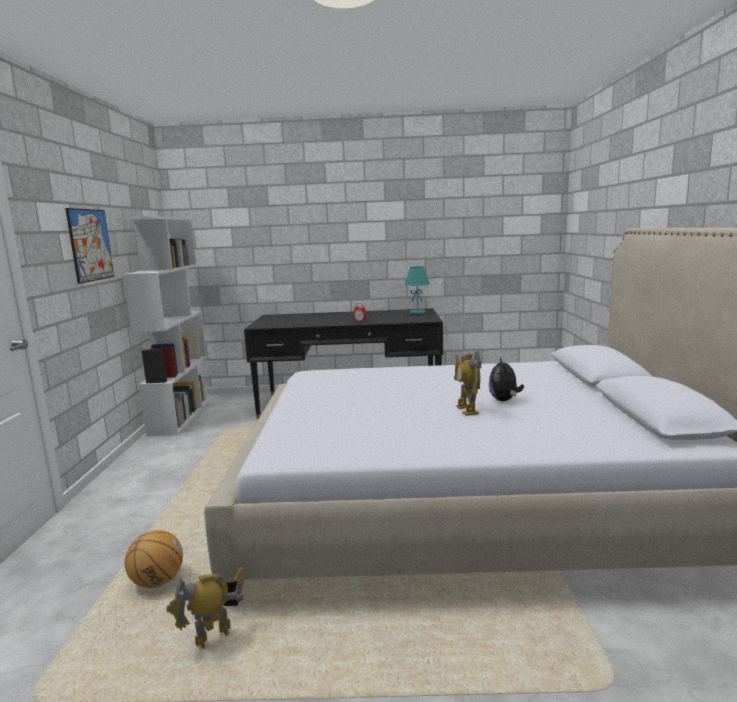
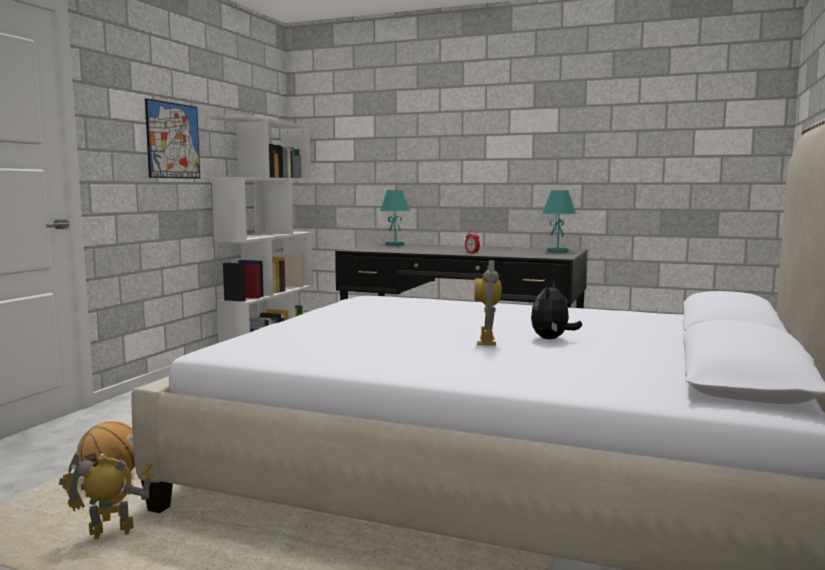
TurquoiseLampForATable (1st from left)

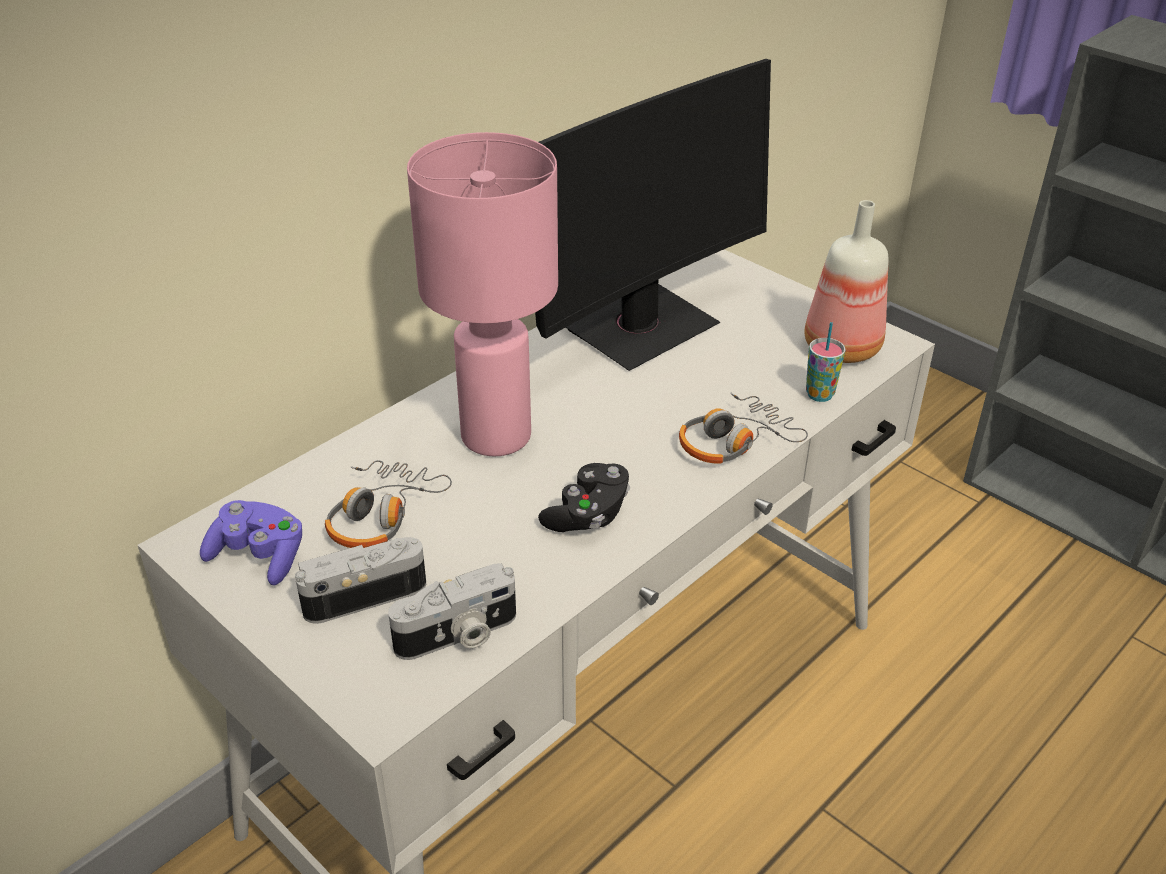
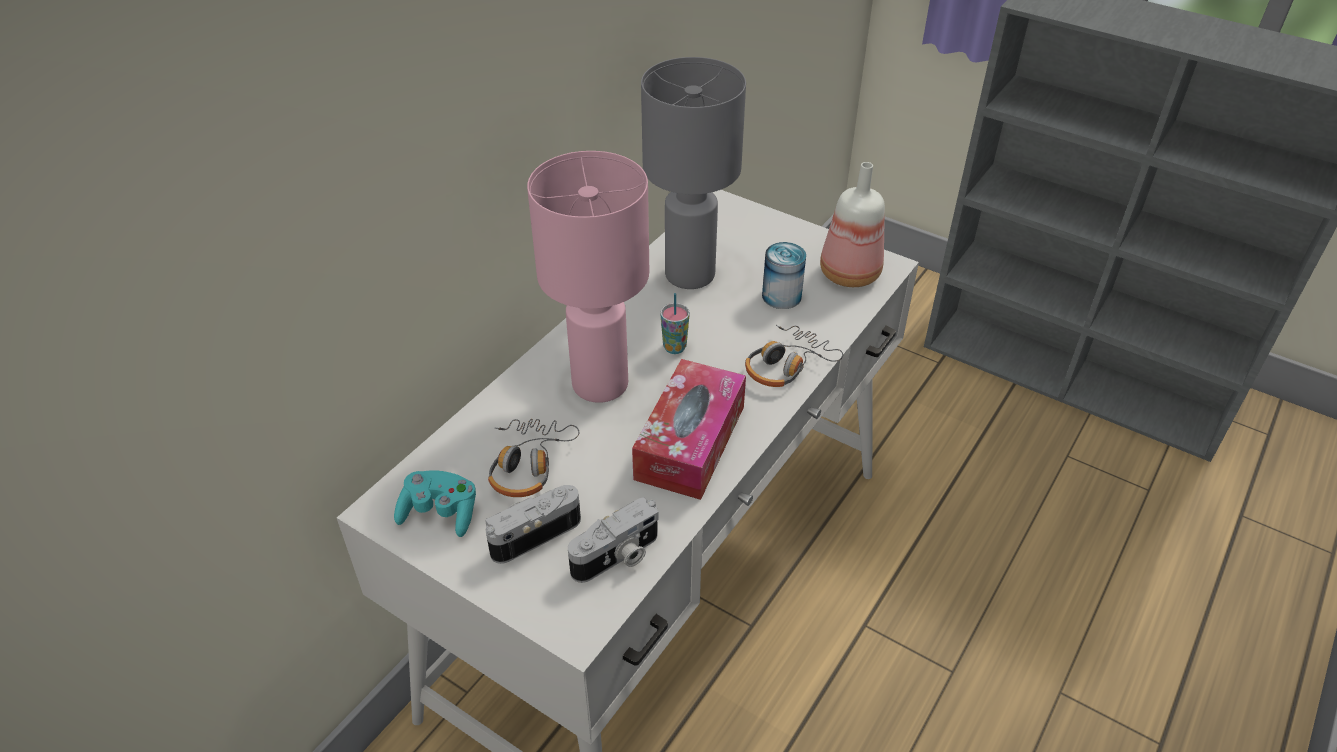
GreyishLampForATable
SmallCup
TissueBox
TurquoiseGameController
Can

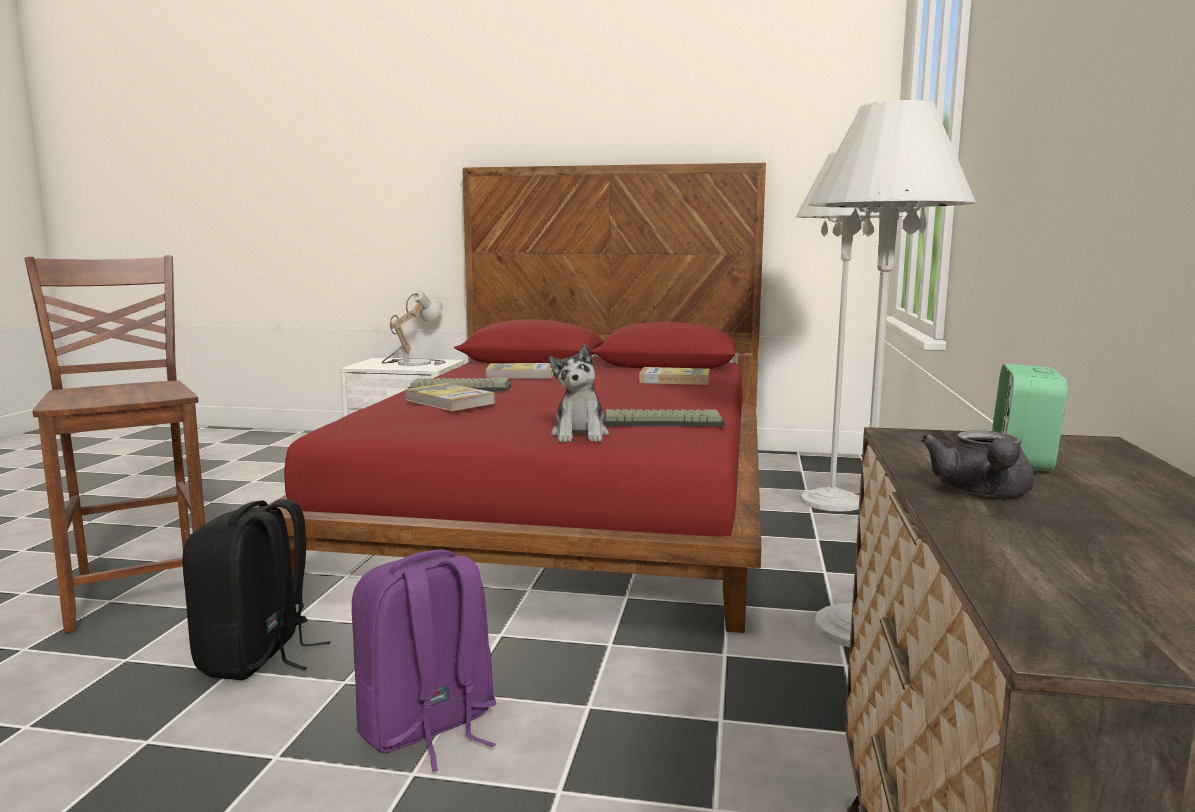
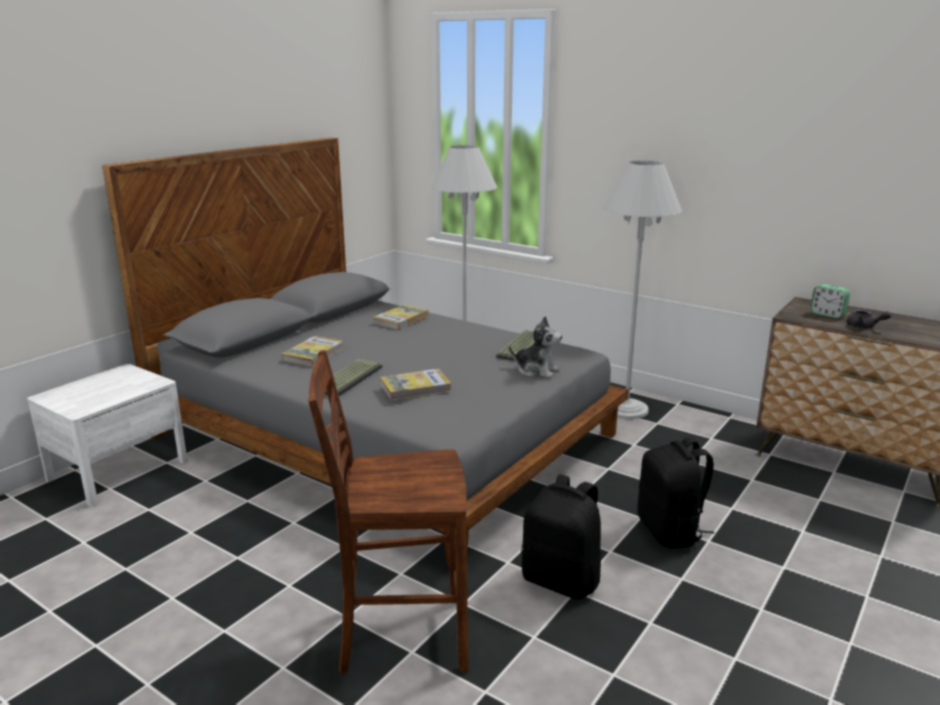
GreyishBedroomBed
LampForATable
BlackishKnapsack (2nd from left)

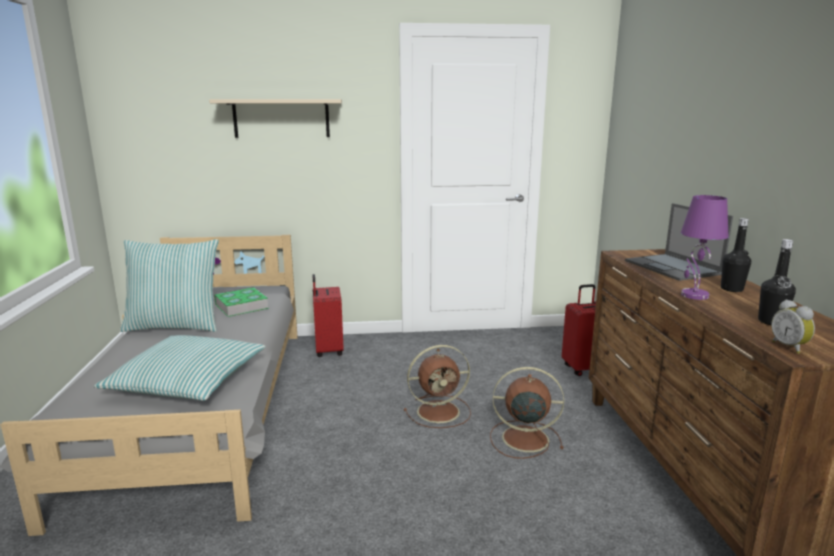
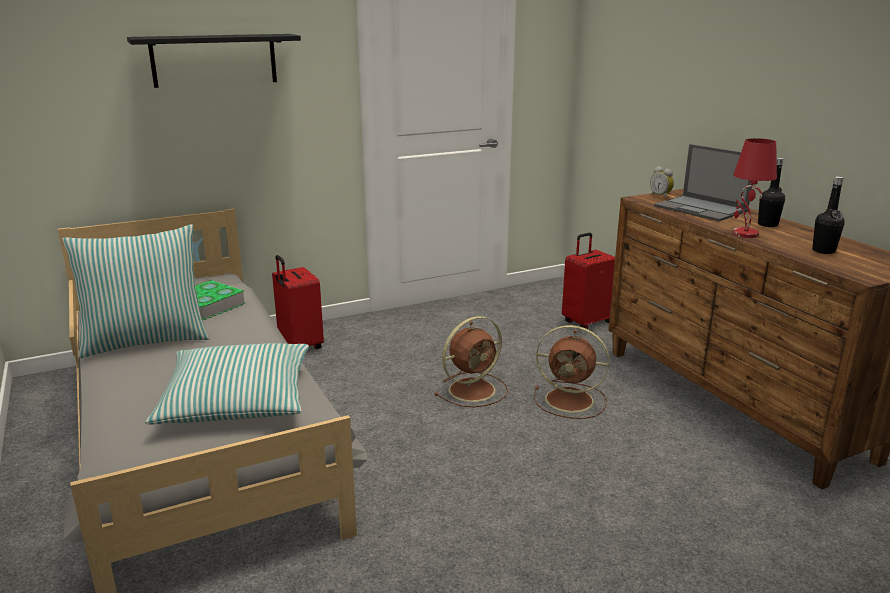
BlackishShelf
ReddishLampForATable
BedsideClock
BrownishFan (2nd from left)

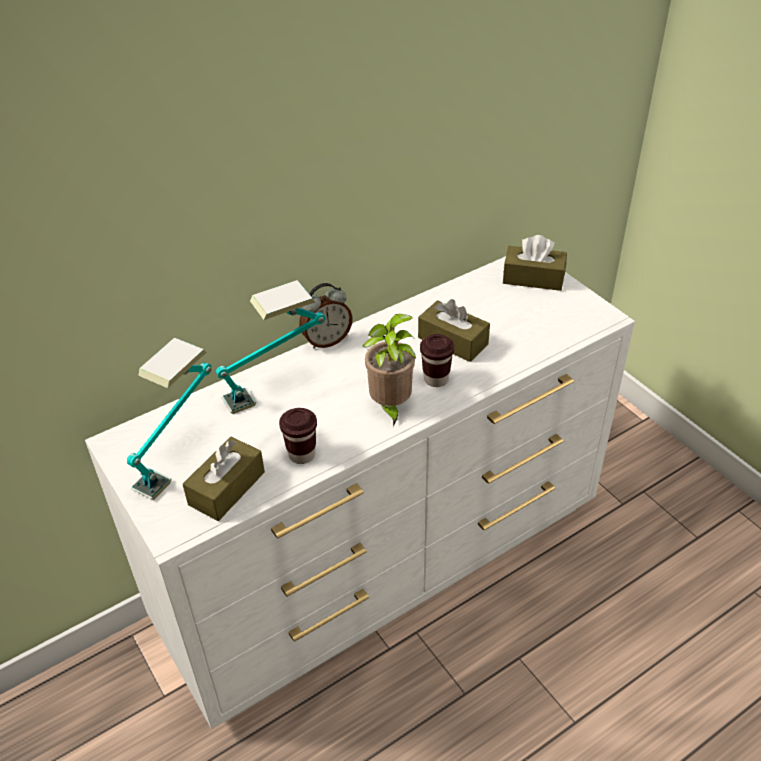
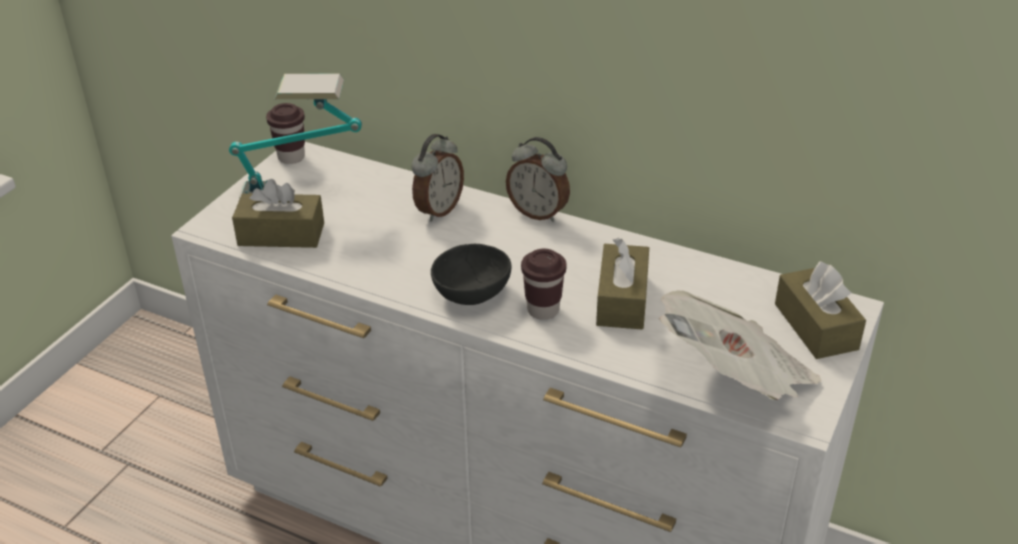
BedsideClock (1st from left)
BlackishDeepDish
BrownishSmallCup (1st from left)
PrintedPaper

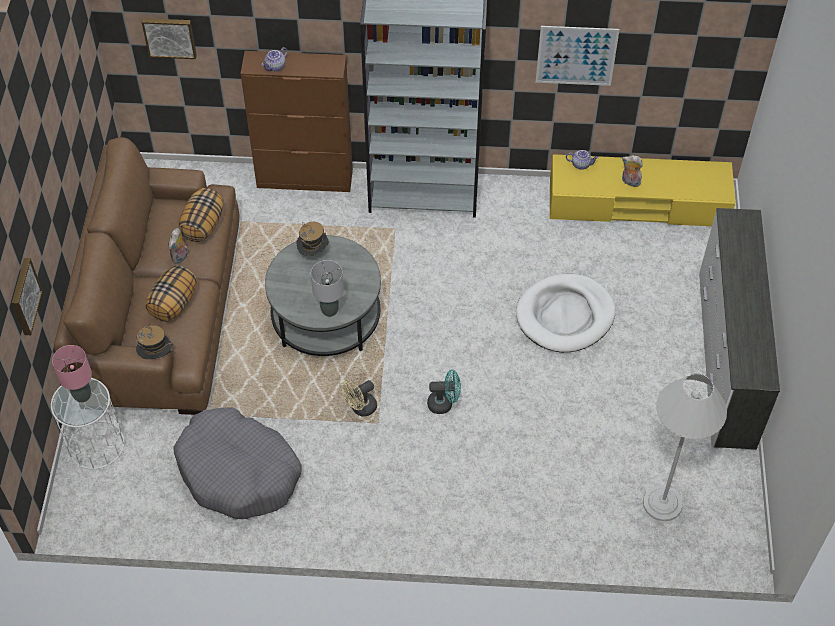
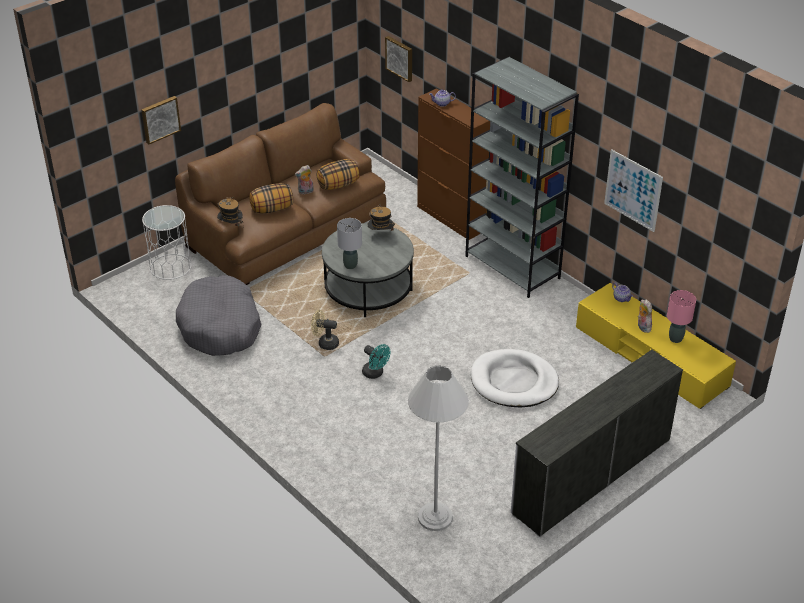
PinkLampForATable

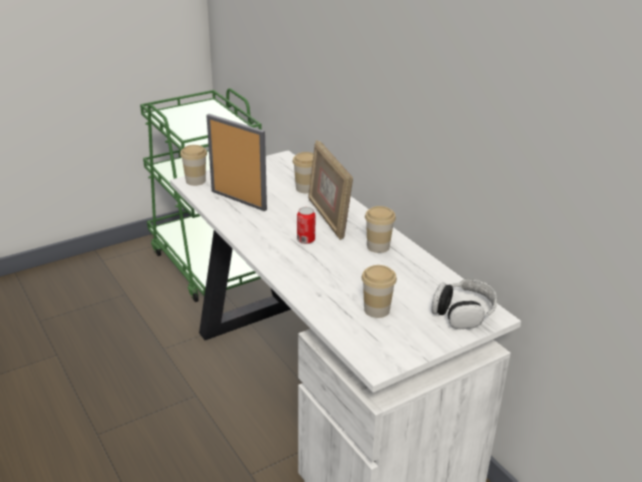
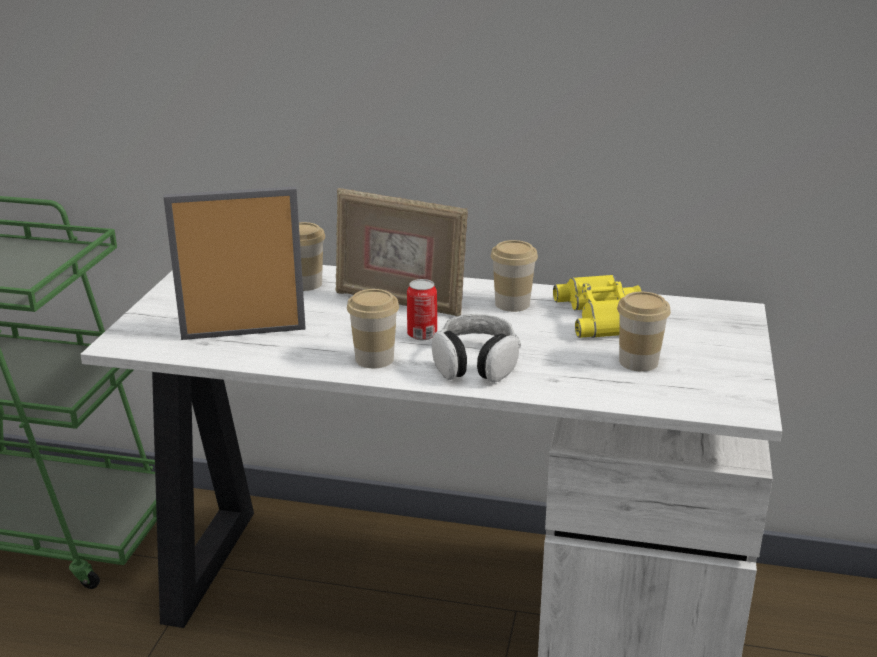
SmallCup (2nd from left)
PairOfHeadphones
YellowColouredFieldGlasses

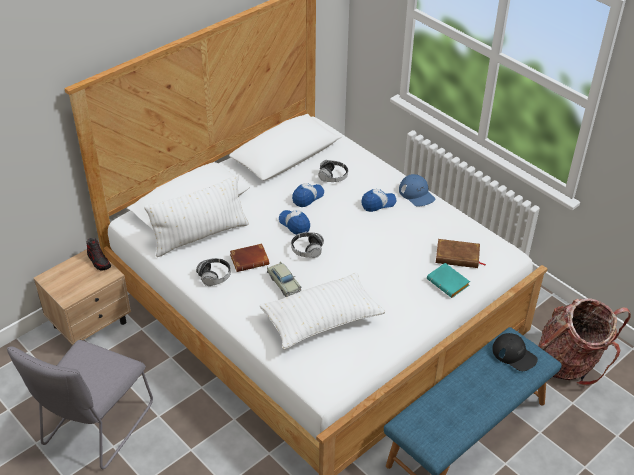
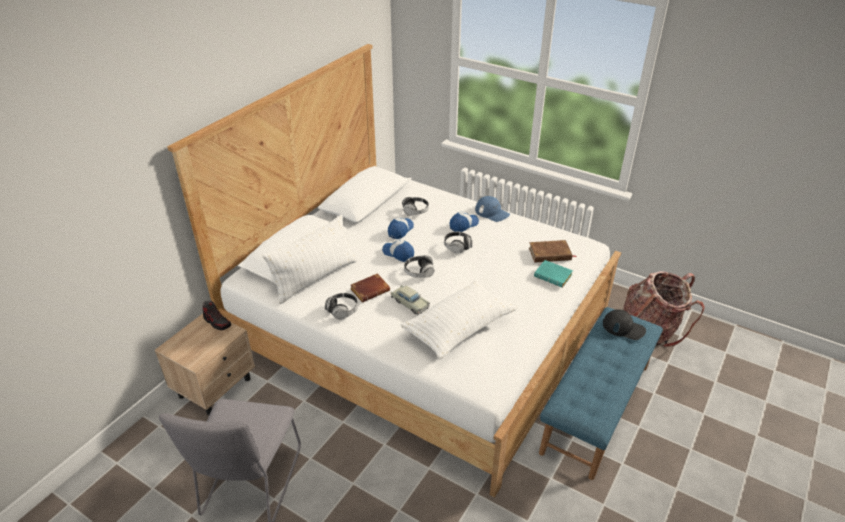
PairOfHeadphones (4th from left)

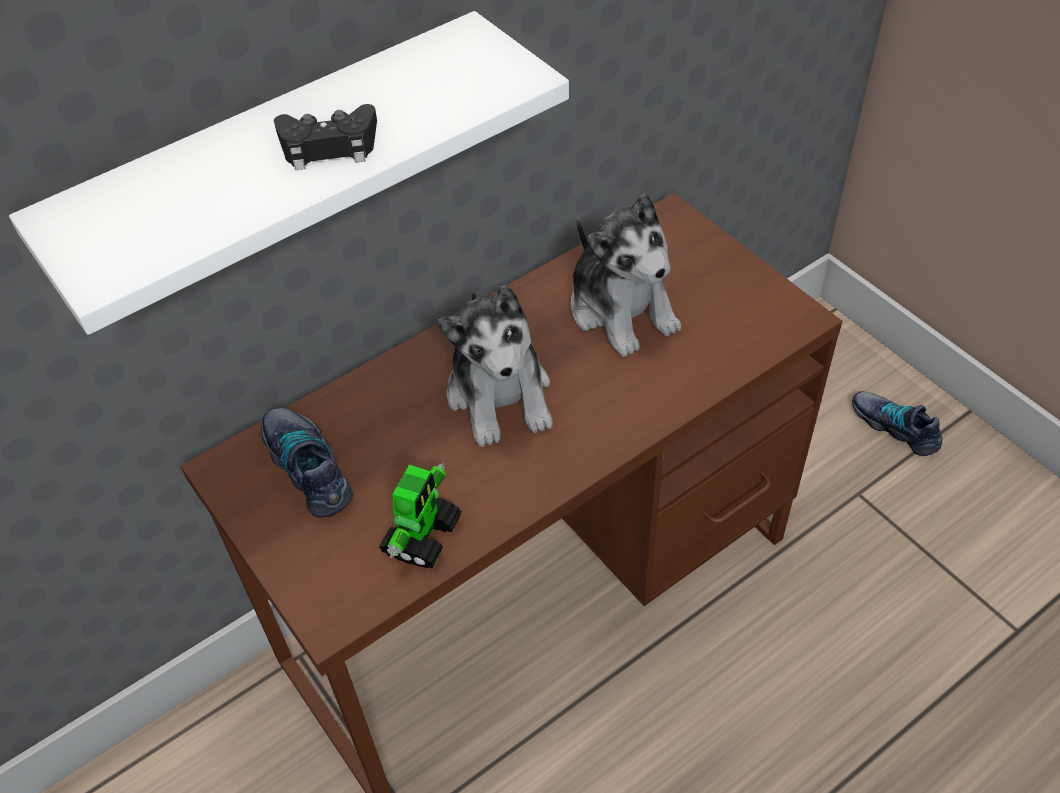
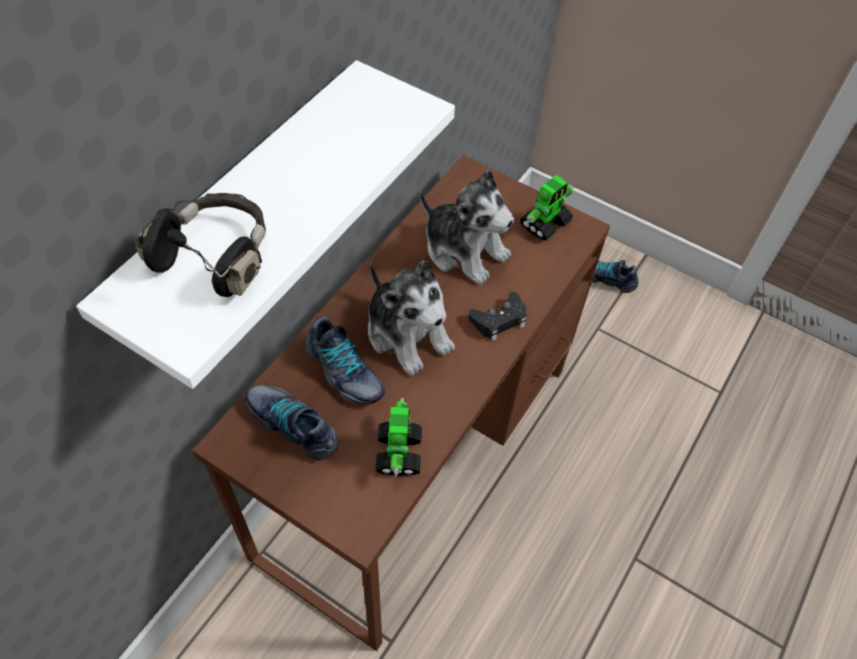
BlackishGameController
ToyRobot (2nd from left)
BlackishPairOfHeadphones
Shoe (2nd from left)

